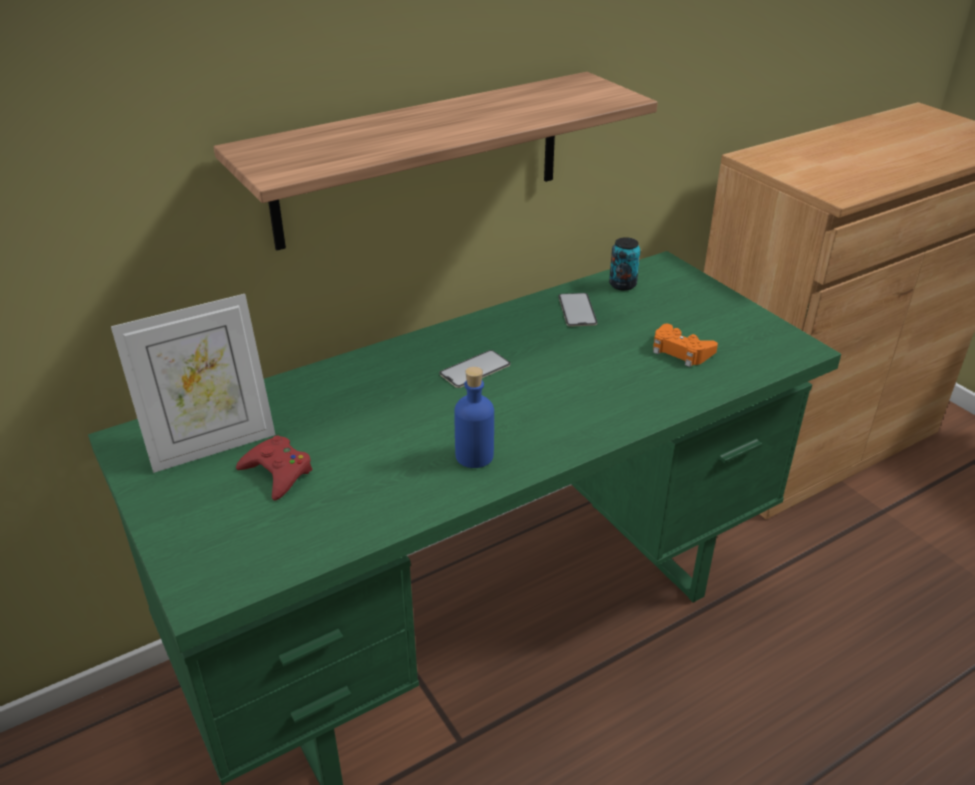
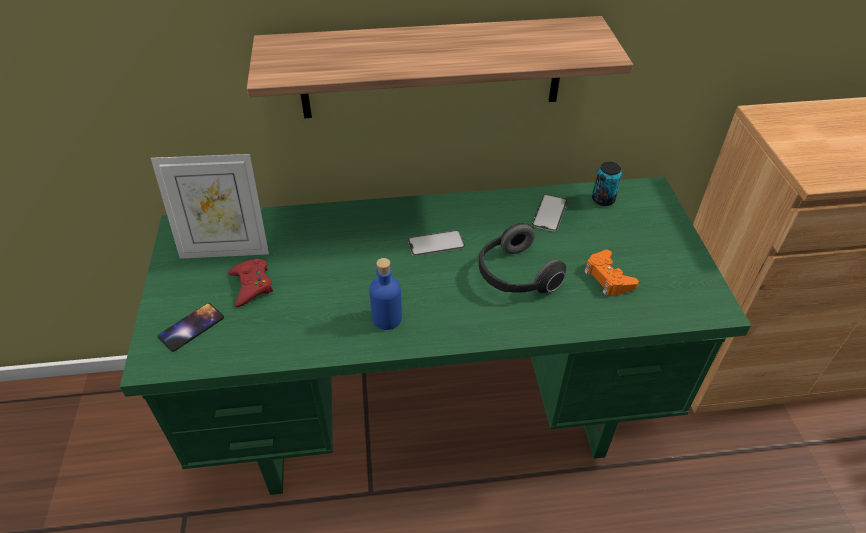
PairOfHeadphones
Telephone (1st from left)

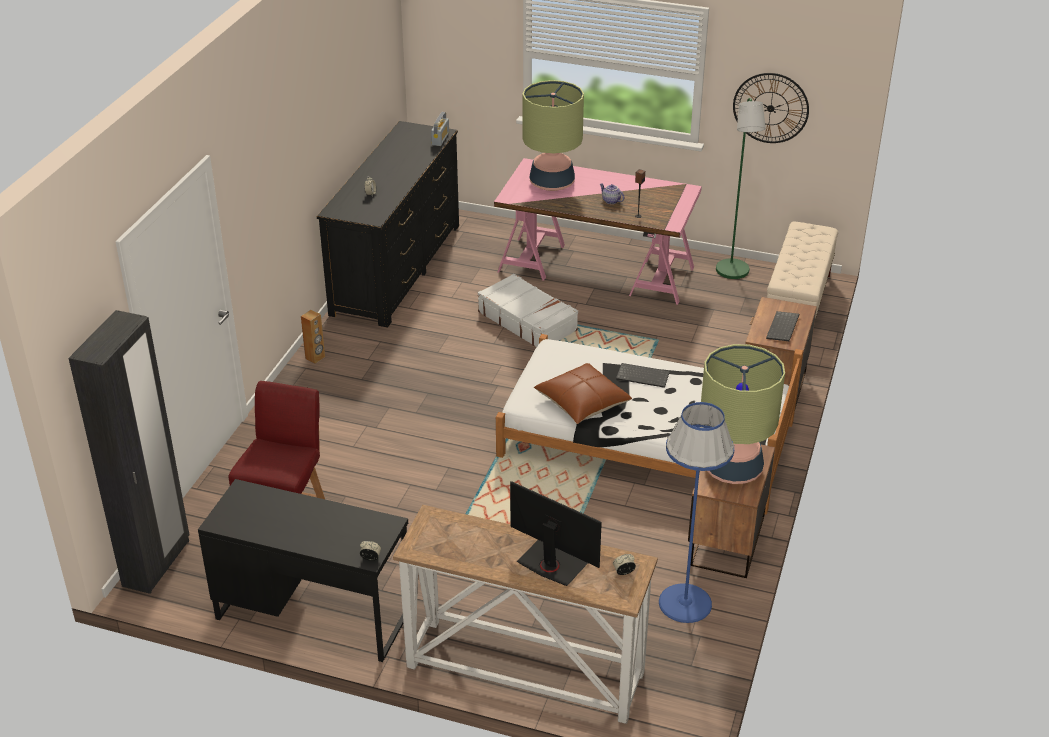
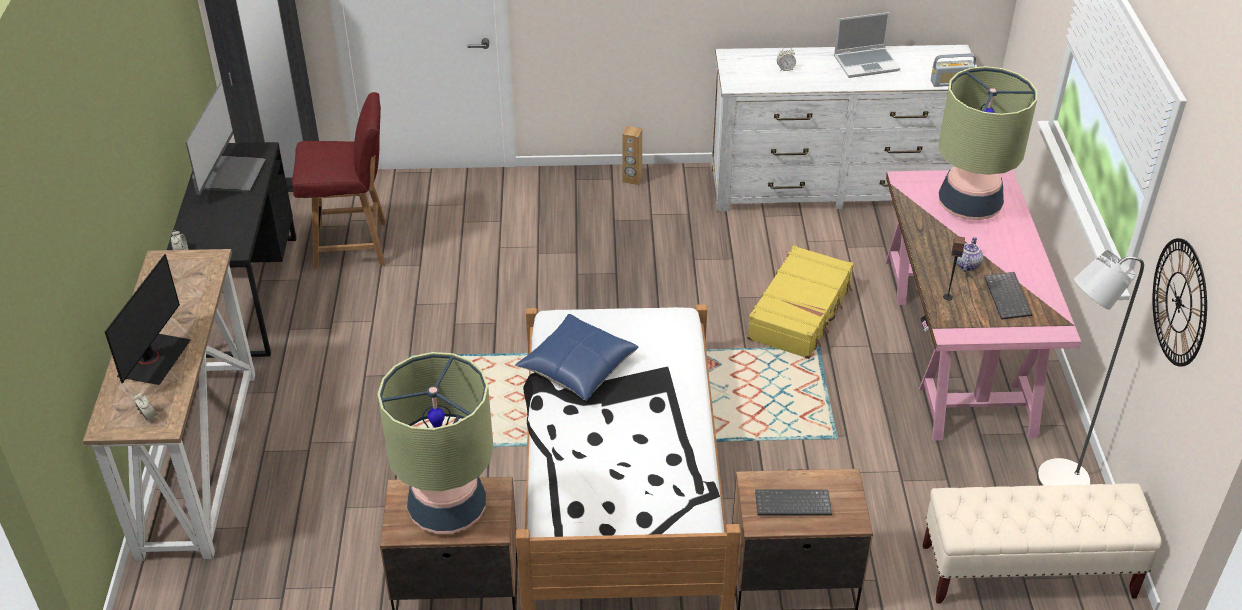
GreyishFloorLamp
WhiteDrawerChest
YellowColouredTravelCase
BluishThrowPillow
Keyboard (2nd from left)
BluishFloorLamp
PortableComputer
Monitor (2nd from left)

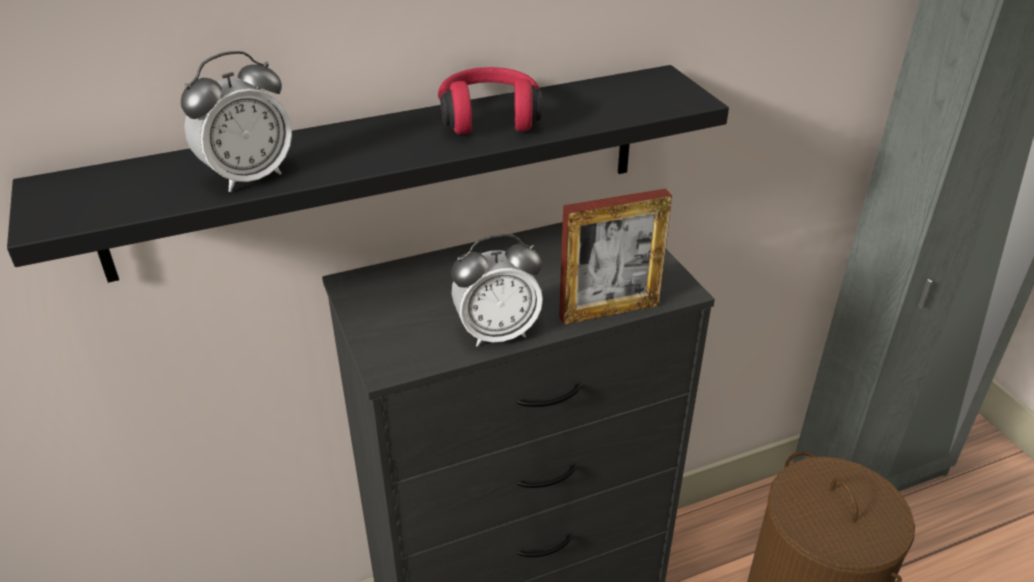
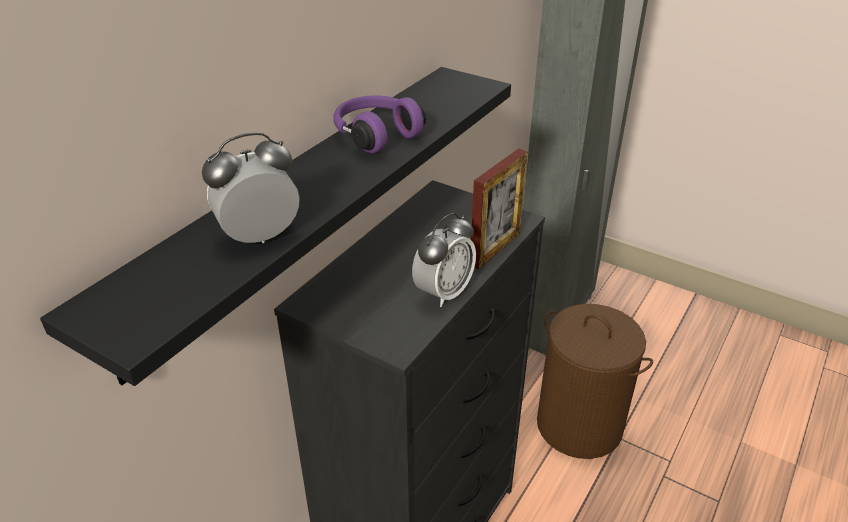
BedsideClock (1st from left)
PurpleColouredPairOfHeadphones

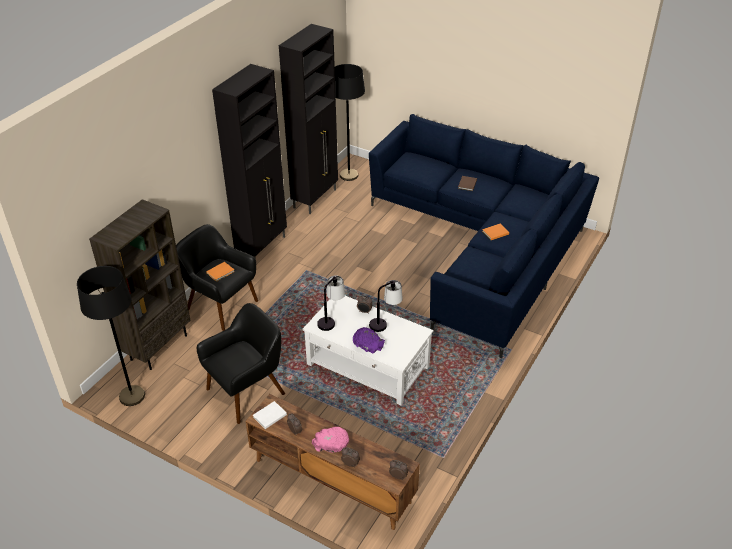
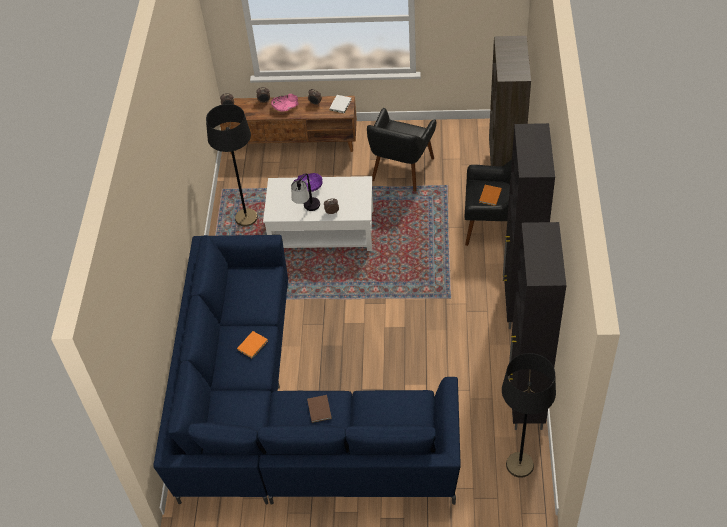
BlackishFloorLamp (1st from left)
LampForATable (1st from left in the first image)

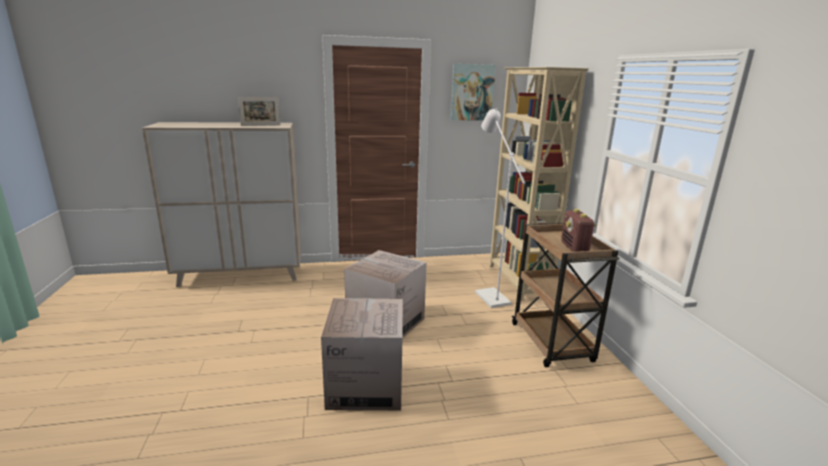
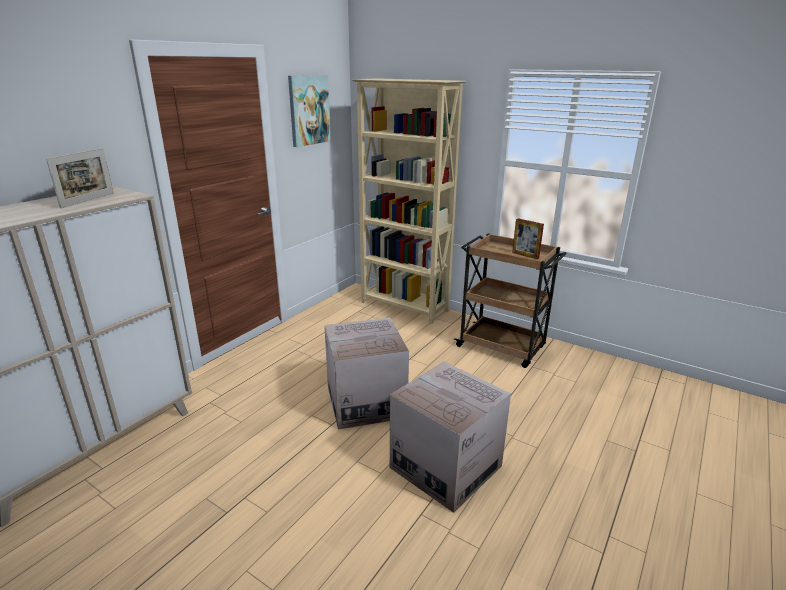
WhiteFloorLamp
PhotoFrame (2nd from left)

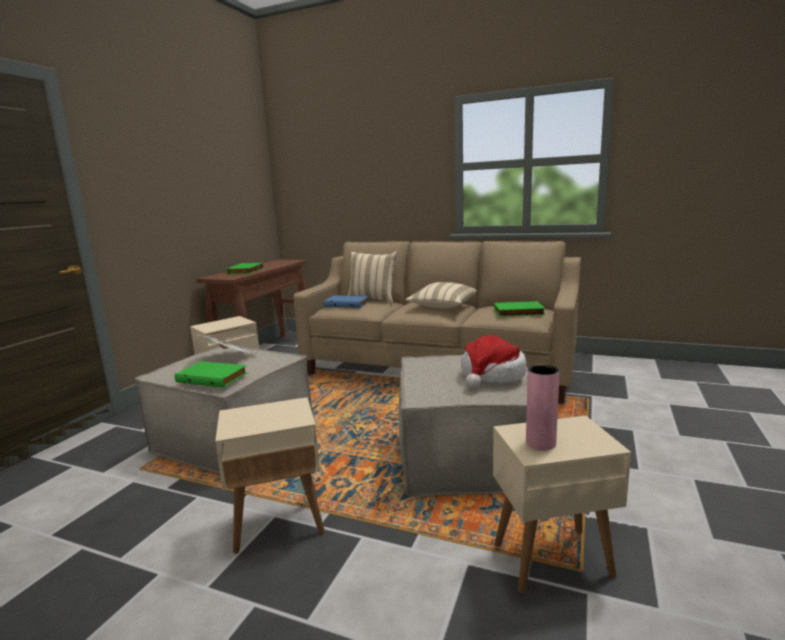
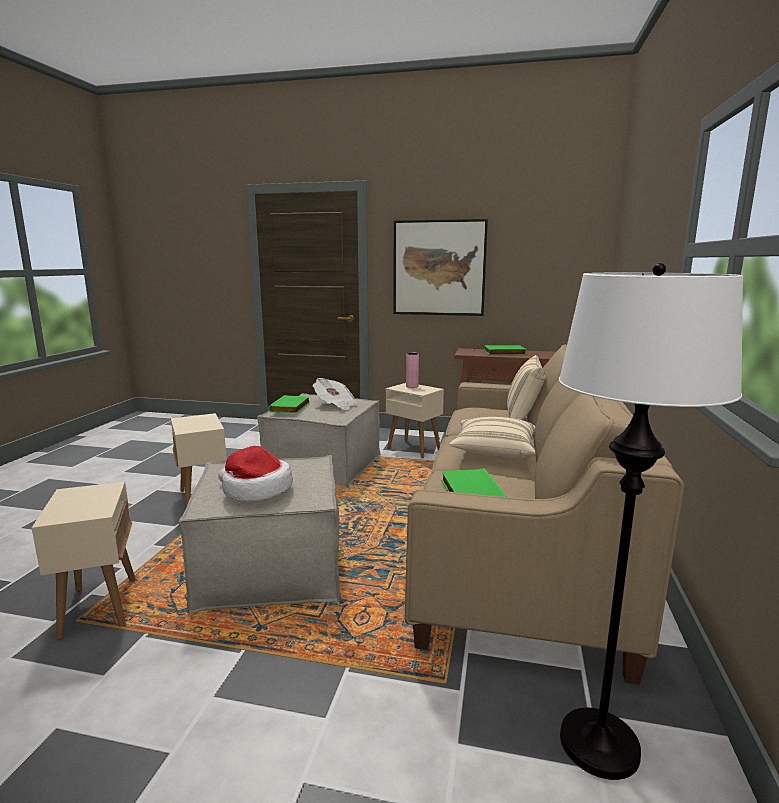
BluishVolume
PinkVase
WallPicture
WhiteFloorLamp

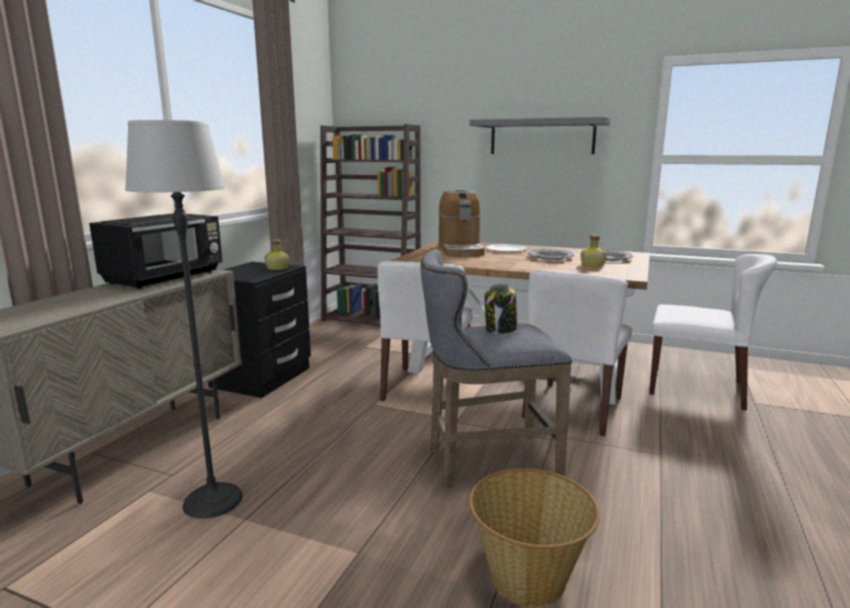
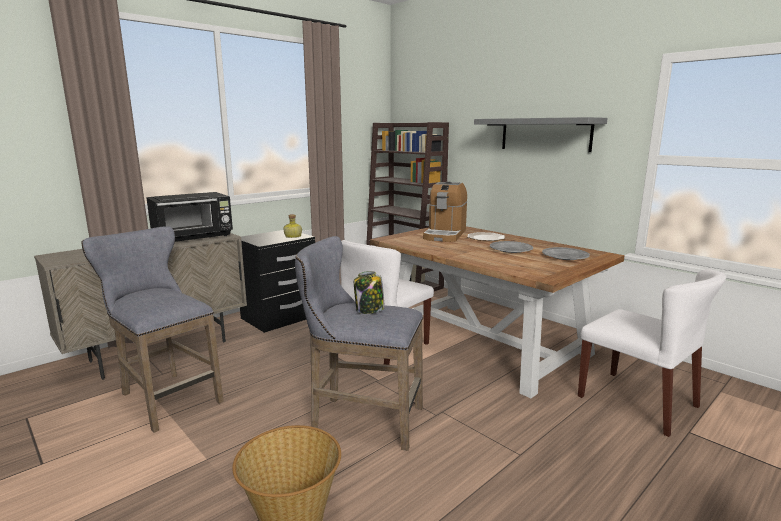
GreyishStool (1st from left)
BeverageBottle (2nd from left in the first image)
WhitePlainChair (2nd from left in the first image)

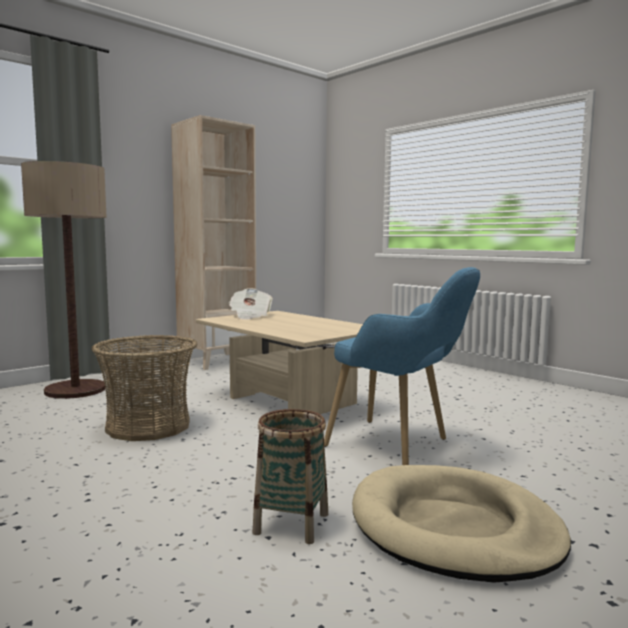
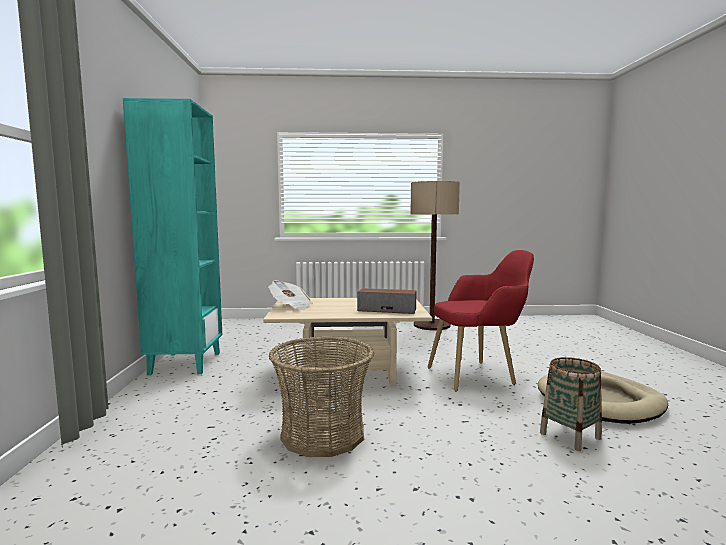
TurquoiseShelvingUnit
FloorLamp
ReddishEasyChair
Loudspeaker

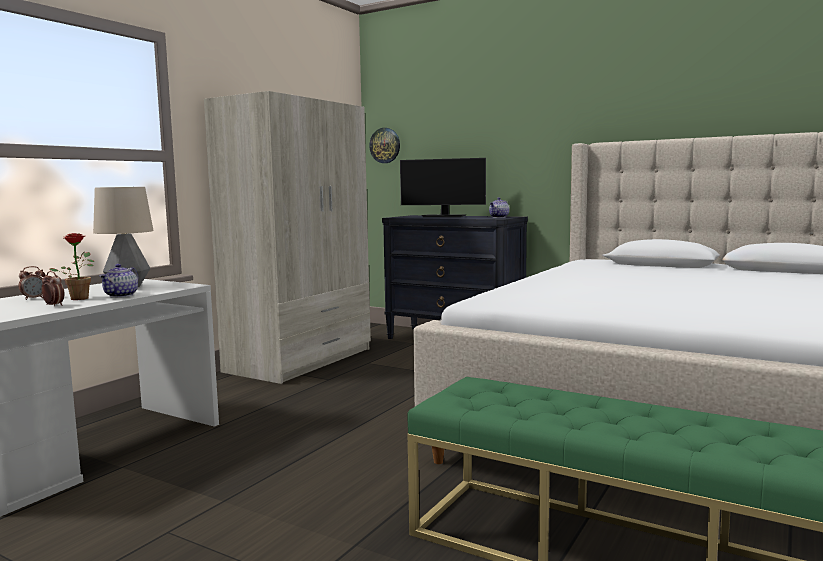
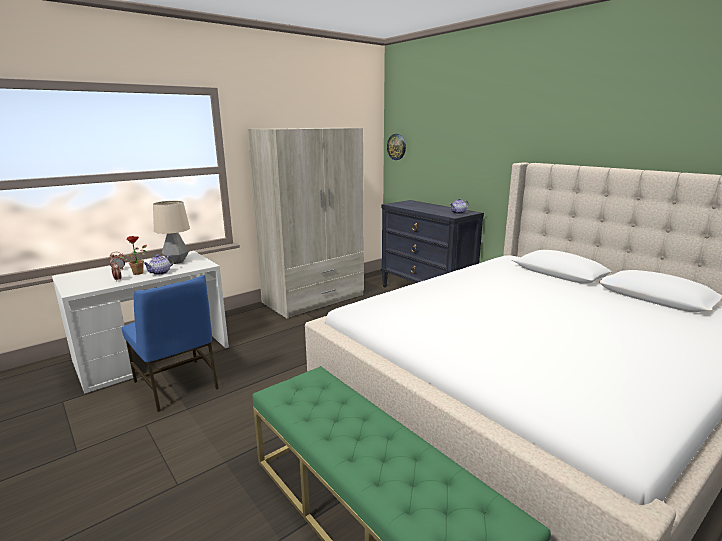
Monitor
BluishPlainChair

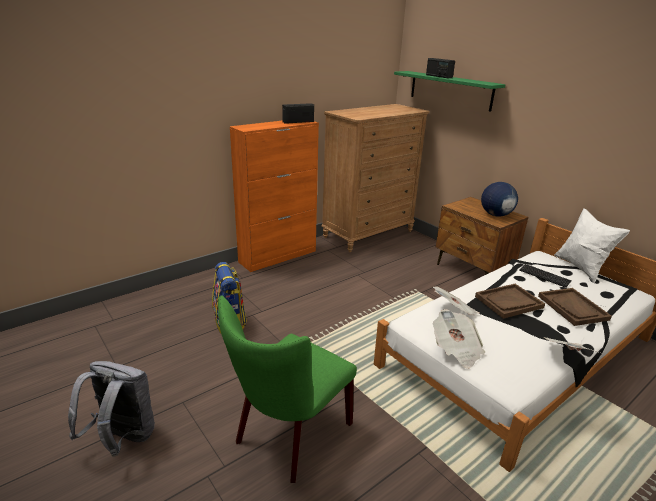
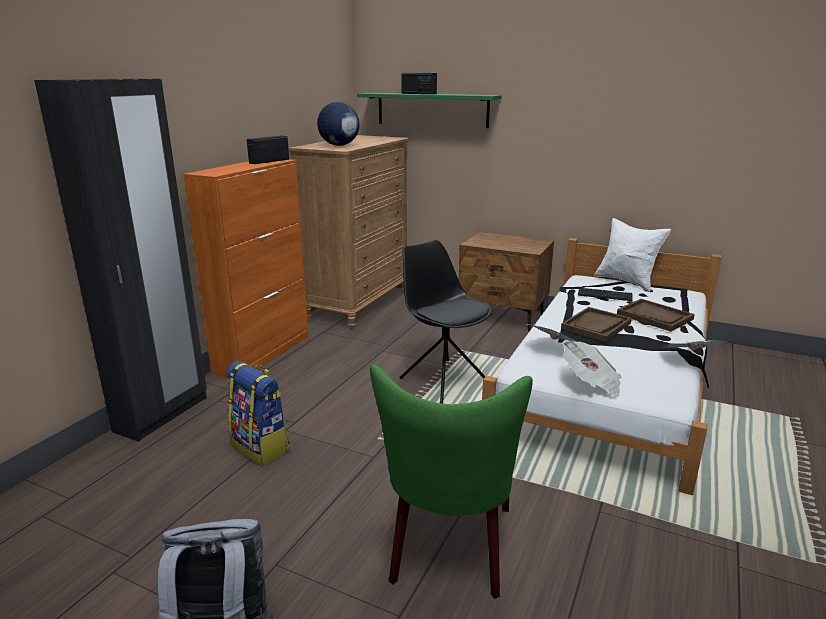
WorldGlobe
BlackishClothesCupboard
BlackishPlainChair

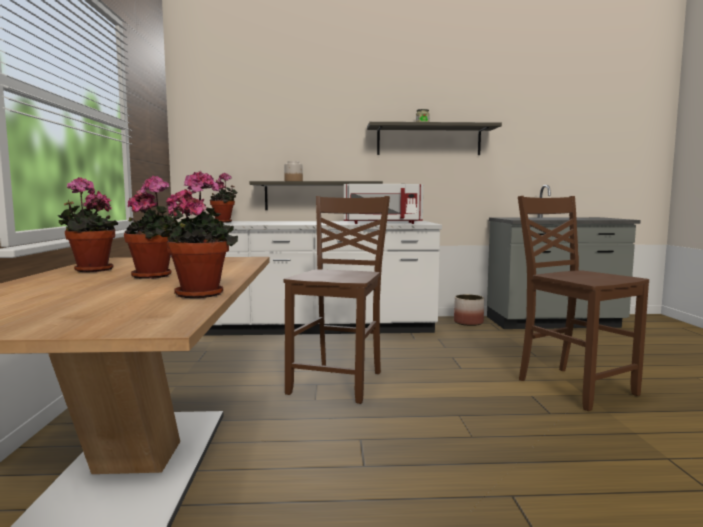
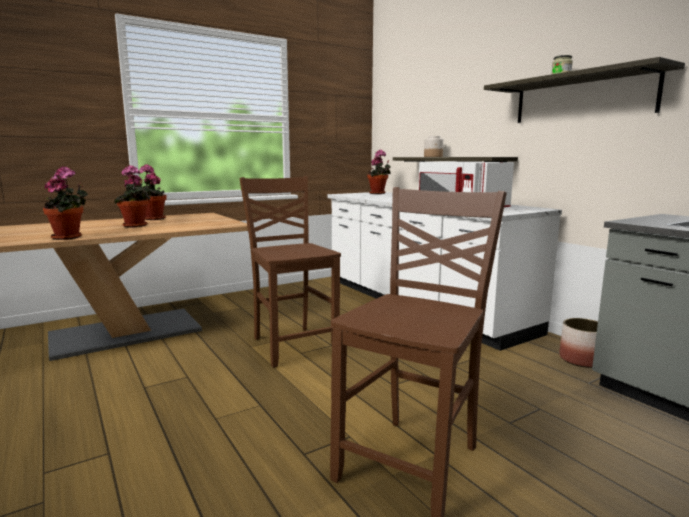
BrownishPlainChair (1st from left)

